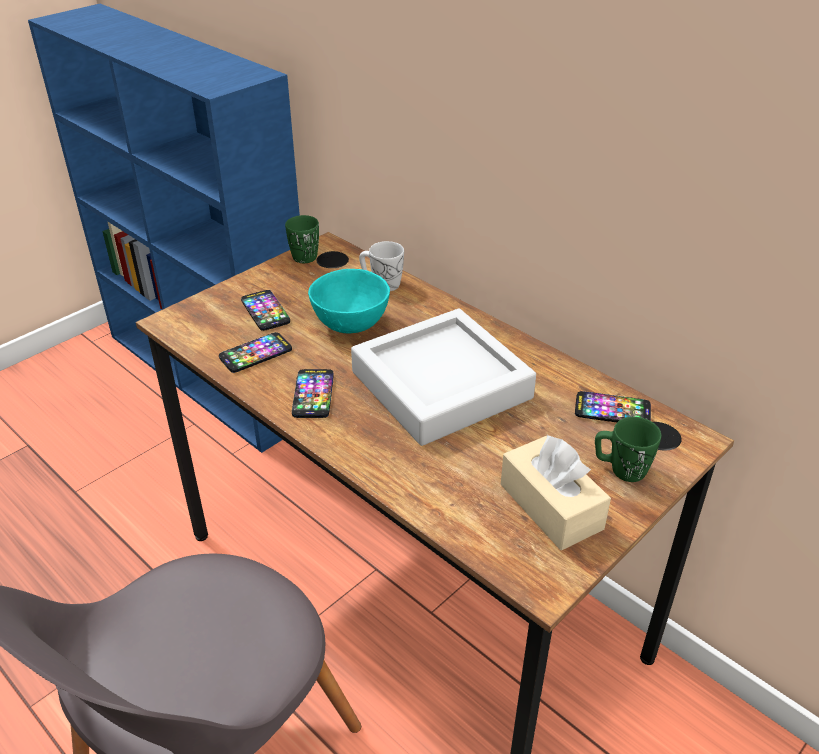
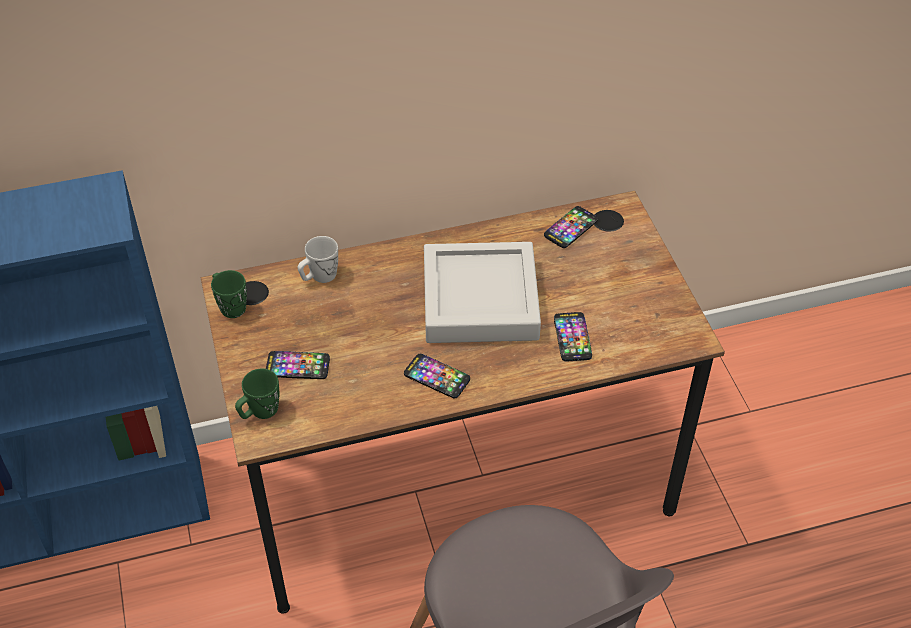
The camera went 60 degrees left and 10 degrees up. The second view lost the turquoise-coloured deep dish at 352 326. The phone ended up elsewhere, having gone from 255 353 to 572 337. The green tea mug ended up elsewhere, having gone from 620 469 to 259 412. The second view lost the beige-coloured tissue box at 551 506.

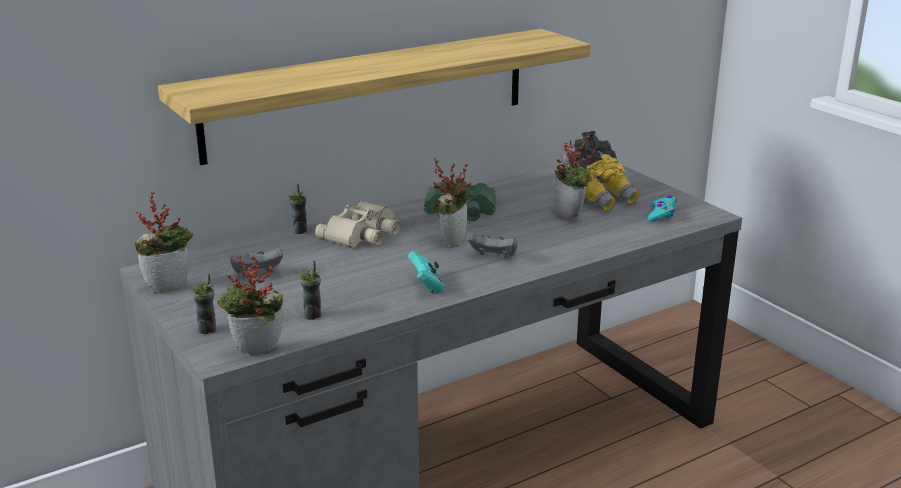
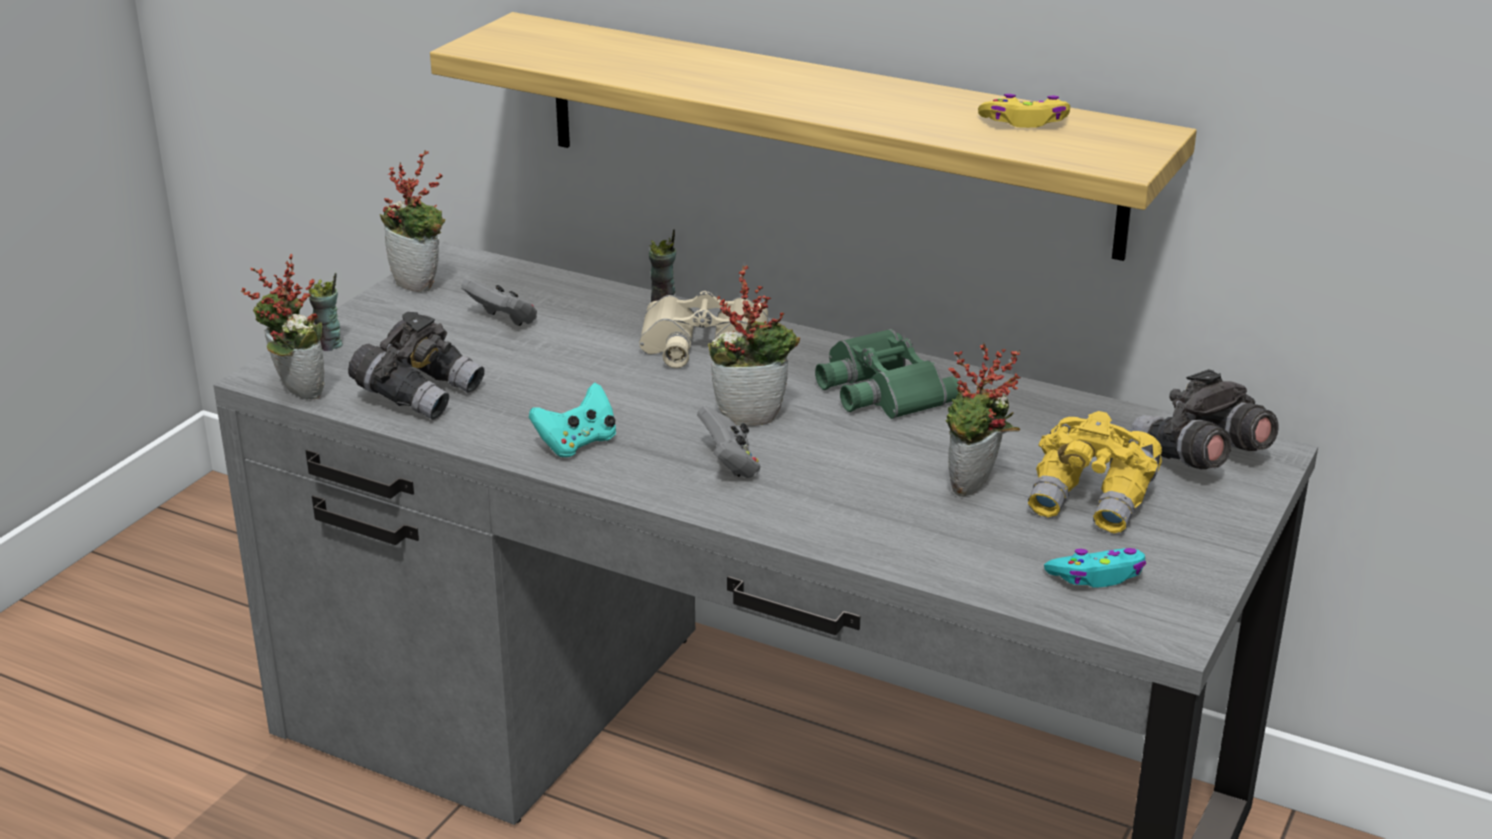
The camera went 60 degrees right and 5 degrees up. Where the cup stood at 313 315, the grey field glasses came to stand at 419 394. The second view gained the yellow-coloured gamepad at 1025 122.

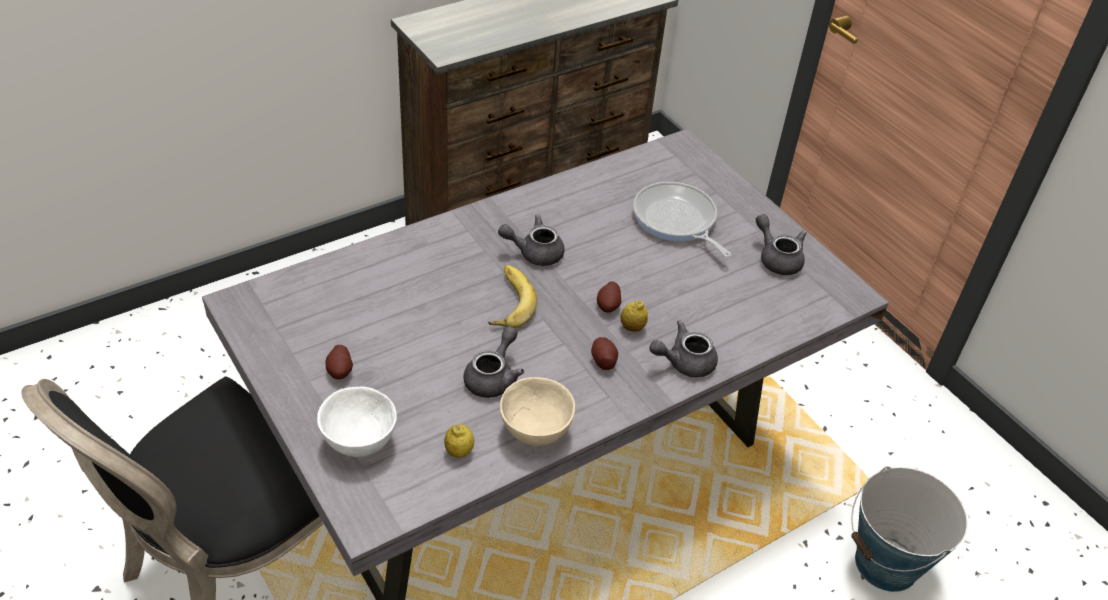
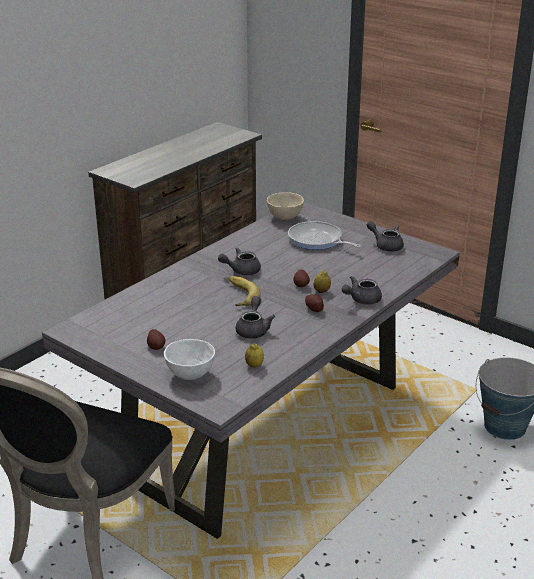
The camera went 15 degrees left and 15 degrees down. The beige-coloured deep dish ended up elsewhere, having gone from 535 432 to 285 218.

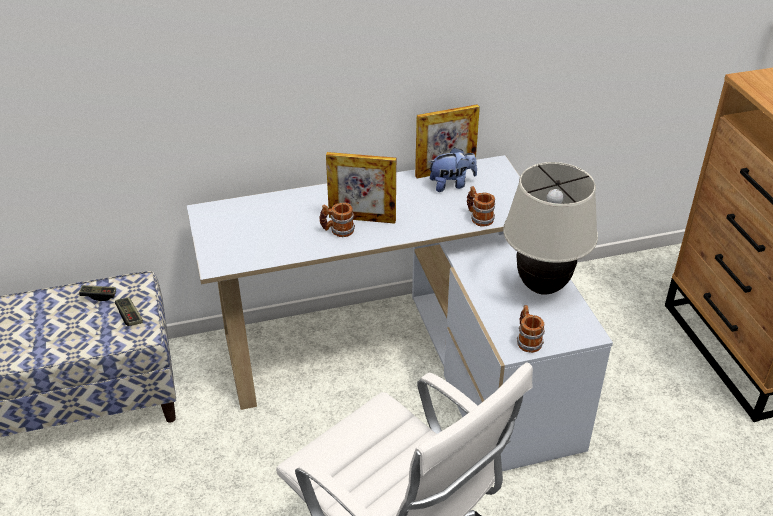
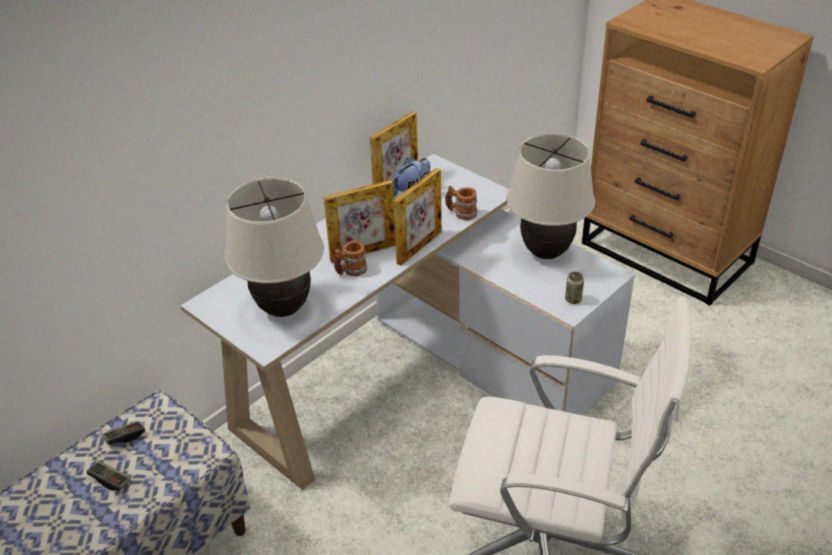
The camera went 30 degrees left and 0 degrees up. The gamepad ended up elsewhere, having gone from 129 316 to 110 480. Where the tea mug stood at 527 340, the sealed can came to stand at 573 299. The second view gained the photo frame at 419 247. The second view gained the beige-coloured tabletop lamp at 284 309.

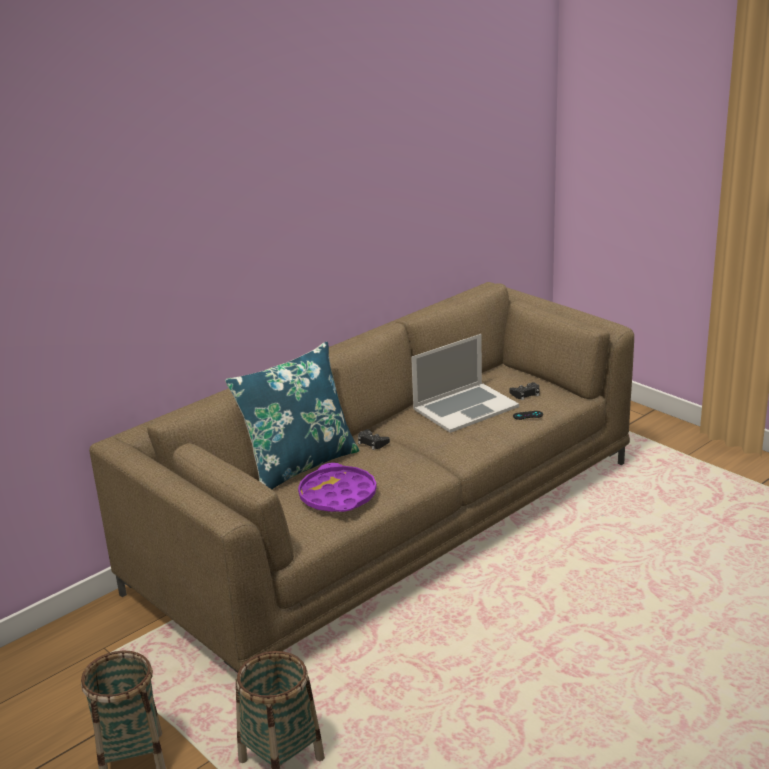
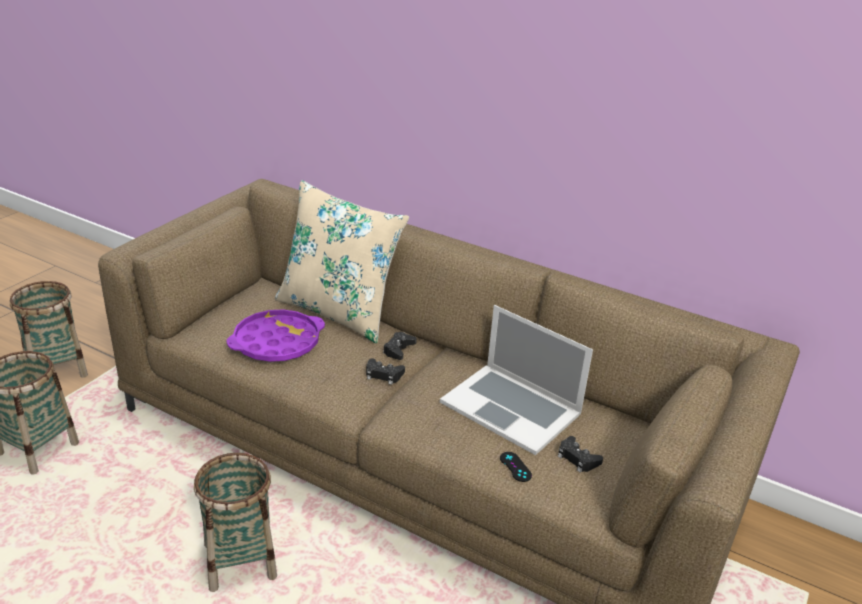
The camera went 70 degrees right and 5 degrees up. What was the bluish pillow at 299 465 turned into the beige-coloured pillow at 338 311. The second view gained the black gamepad at 383 375. The second view gained the household basket at 240 561.

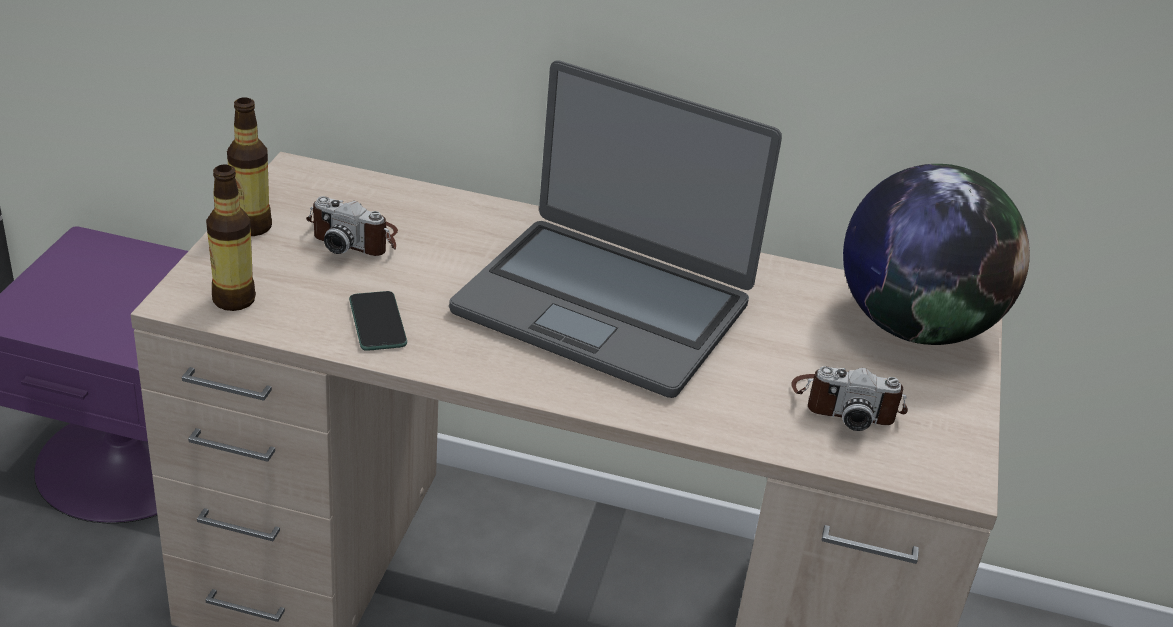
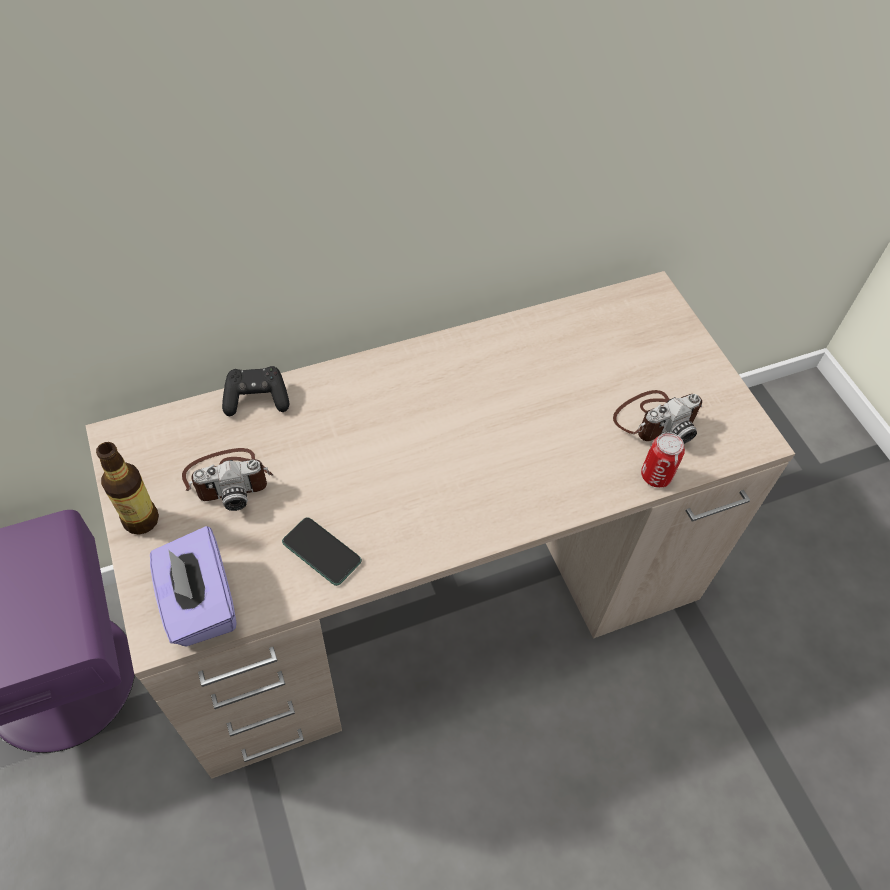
The camera went 35 degrees left and 20 degrees up. The second view lost the notebook computer at 604 306. Where the drink bottle stood at 234 300, the purplish tissue box came to stand at 199 603. The second view lost the world globe at 914 326. The second view gained the black gamepad at 257 398. The second view gained the sealed can at 656 476.

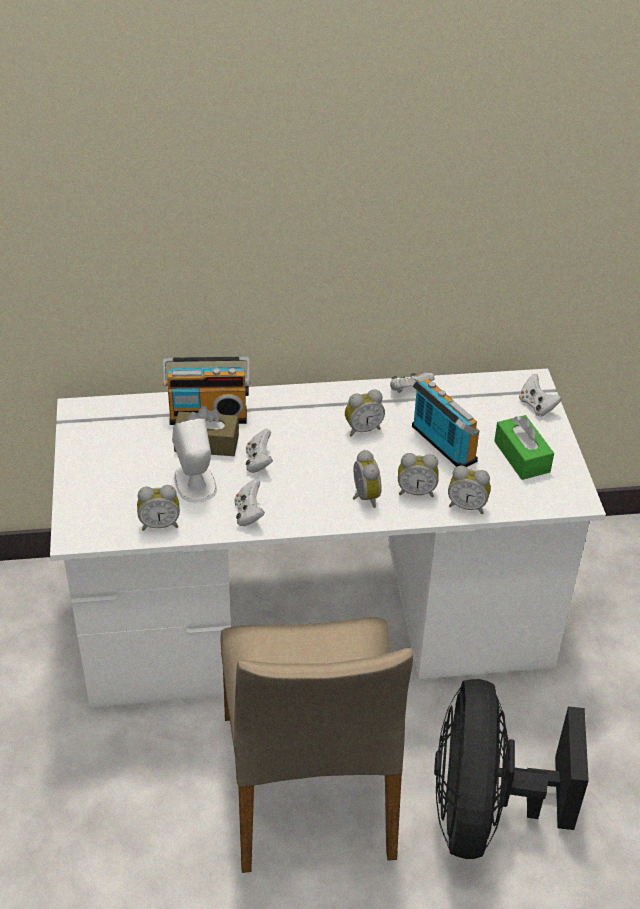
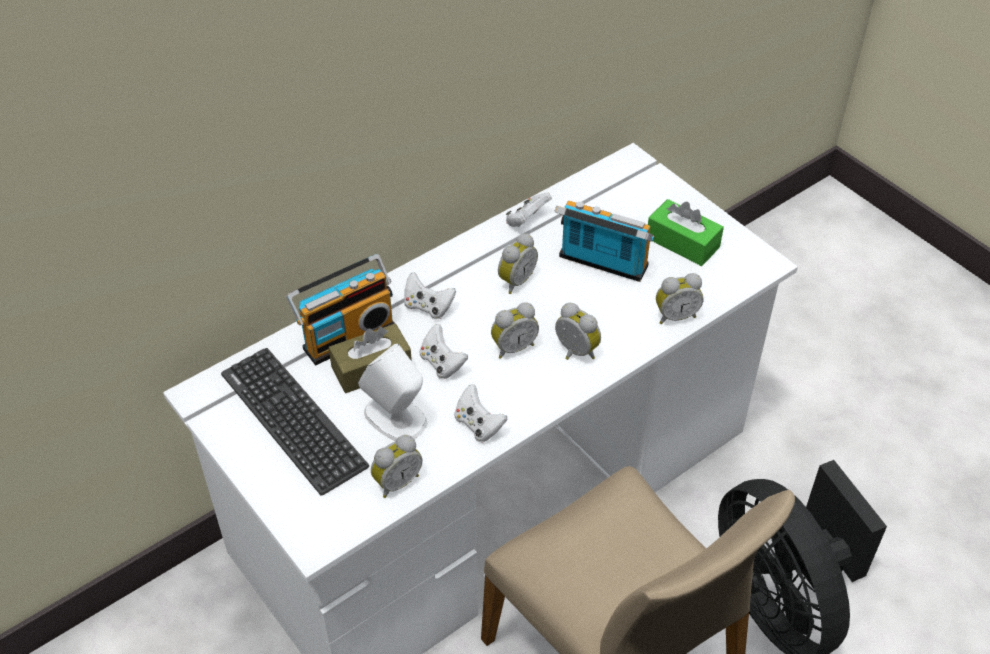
The camera went 30 degrees left and 5 degrees up. The whitish gamepad ended up elsewhere, having gone from 536 406 to 428 307. The bedside clock ended up elsewhere, having gone from 416 491 to 513 347. The second view gained the keyboard at 293 420.

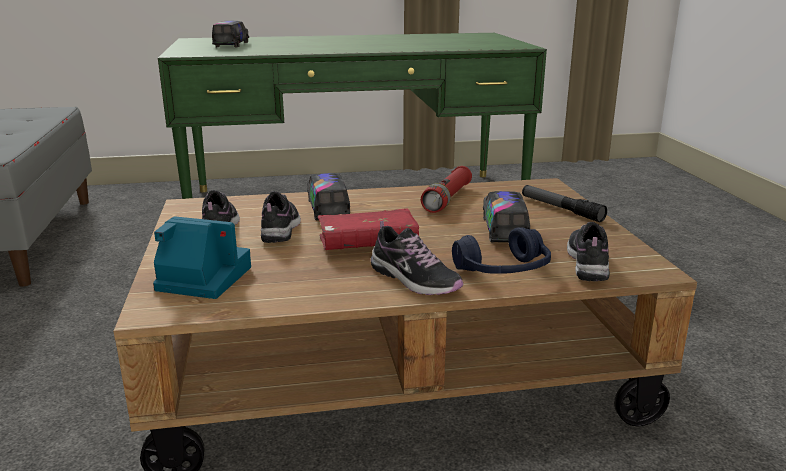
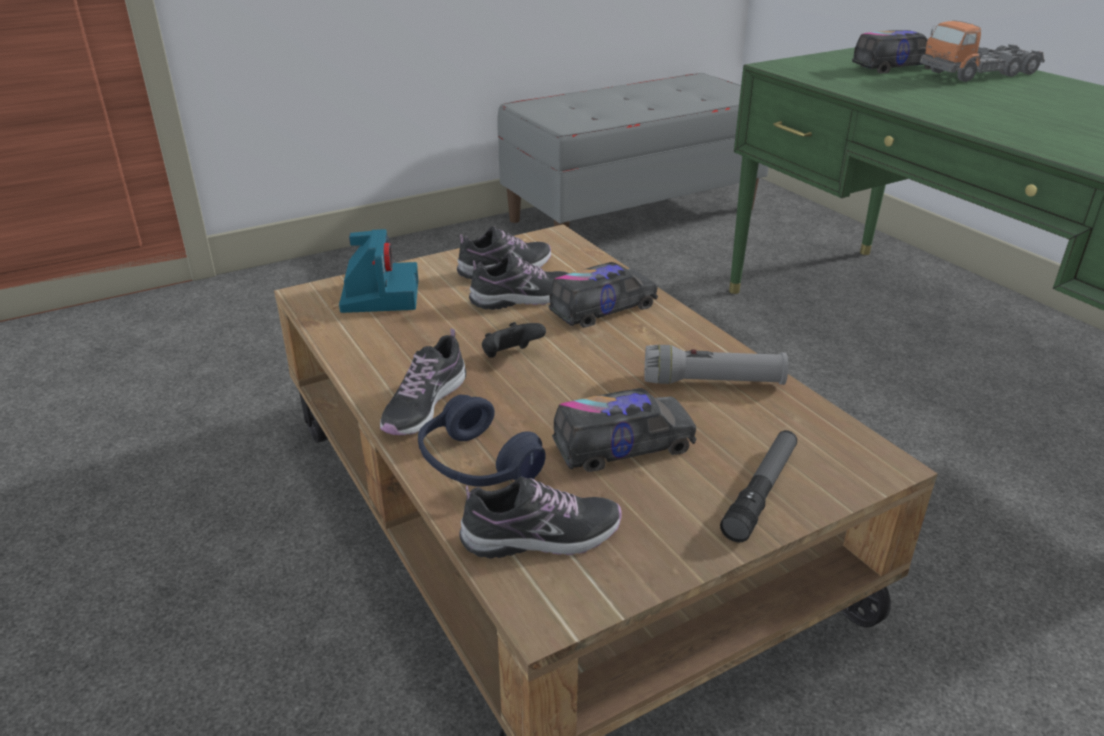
The camera went 70 degrees right and 10 degrees up. What was the red-coloured torch at 447 199 turned into the grey torch at 712 382. Where the red-coloured book stood at 368 244, the black gamepad came to stand at 510 357. The second view gained the toy truck at 979 74.

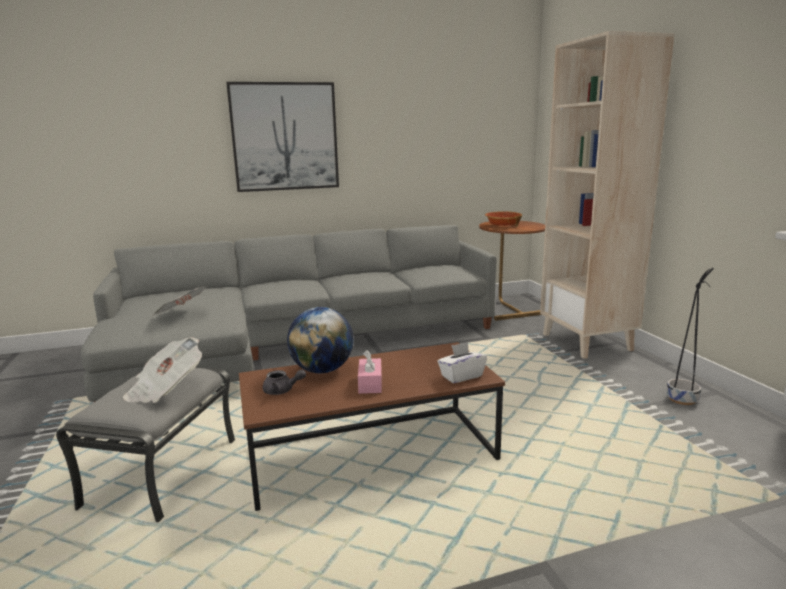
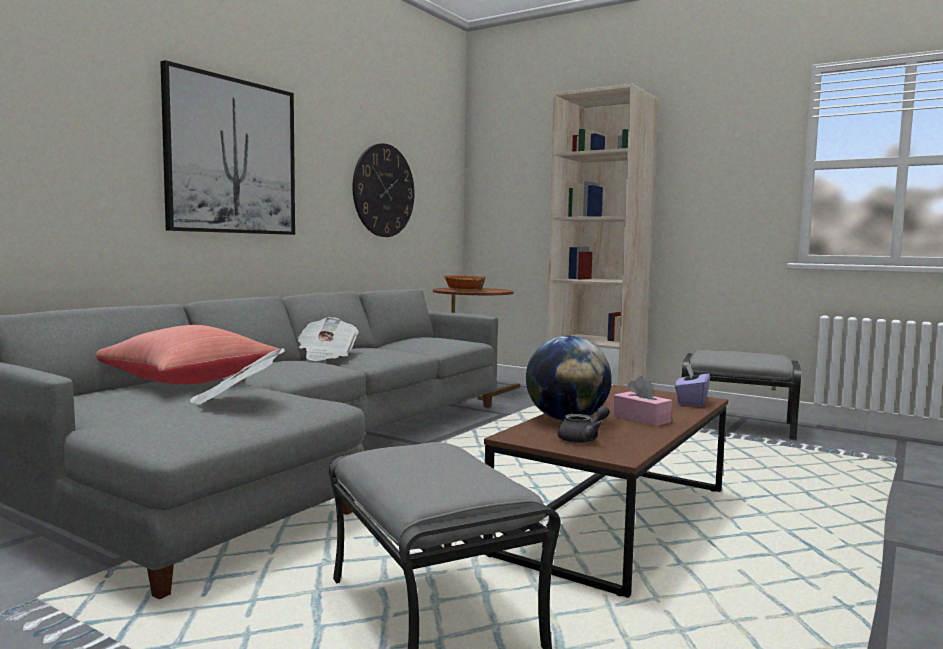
The camera went 40 degrees left and 10 degrees down. Where the black planter stood at 683 399, the grey ottoman came to stand at 737 425. The printed paper ended up elsewhere, having gone from 165 389 to 326 356. What was the whitish tissue box at 461 376 turned into the purplish tissue box at 691 402. The second view gained the clock on the wall at 383 190. The second view gained the red-coloured pillow at 187 382.

